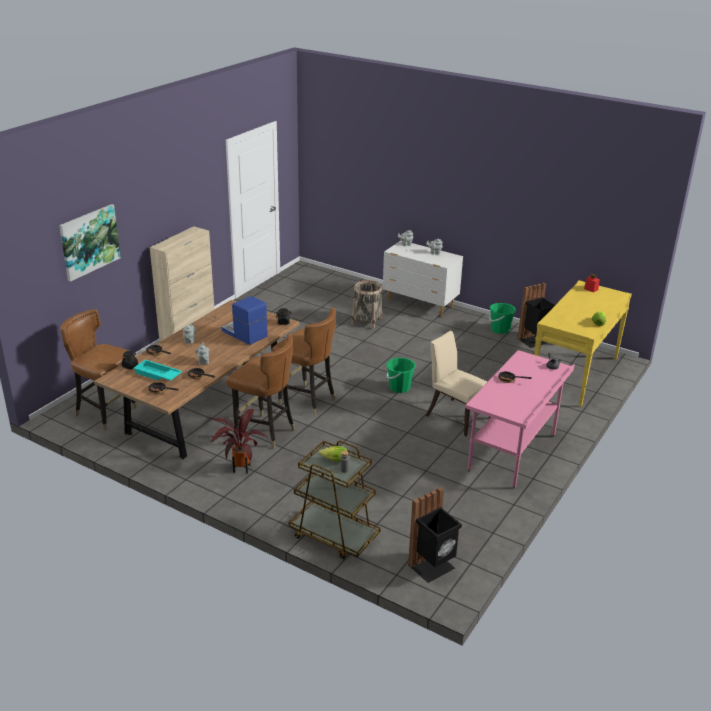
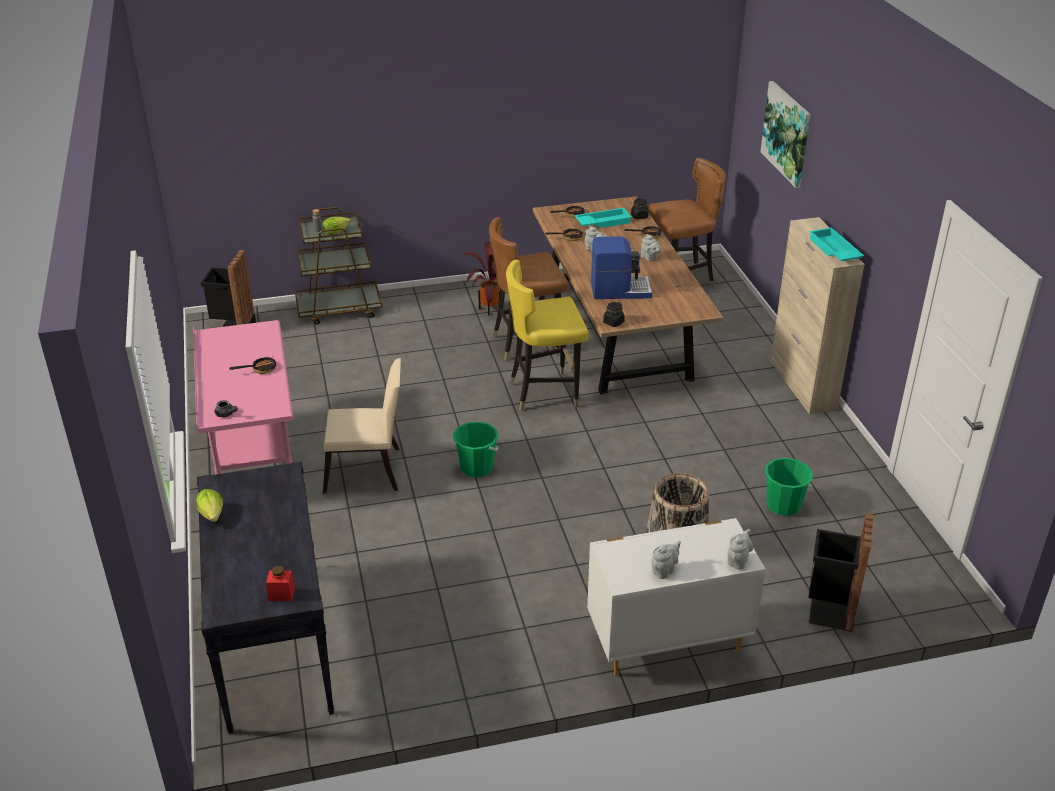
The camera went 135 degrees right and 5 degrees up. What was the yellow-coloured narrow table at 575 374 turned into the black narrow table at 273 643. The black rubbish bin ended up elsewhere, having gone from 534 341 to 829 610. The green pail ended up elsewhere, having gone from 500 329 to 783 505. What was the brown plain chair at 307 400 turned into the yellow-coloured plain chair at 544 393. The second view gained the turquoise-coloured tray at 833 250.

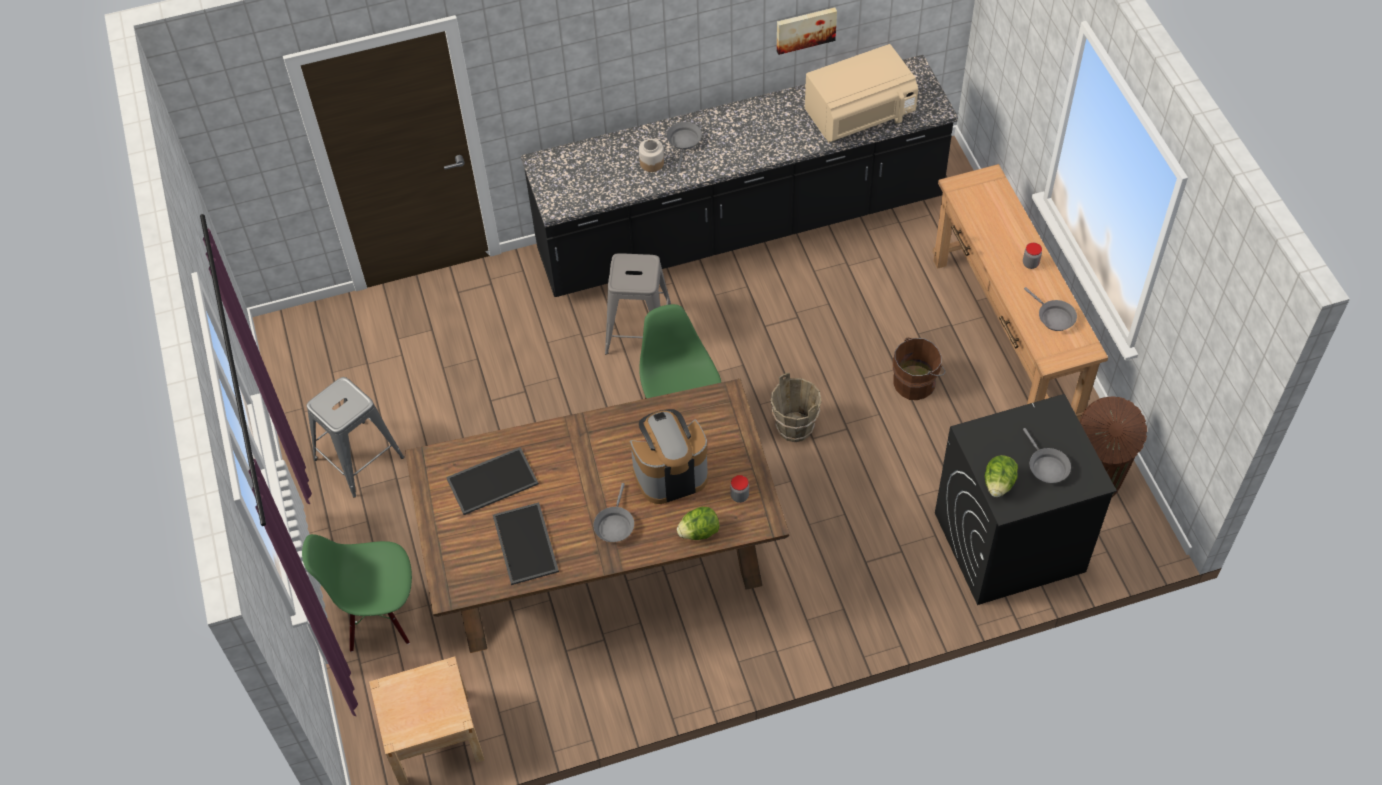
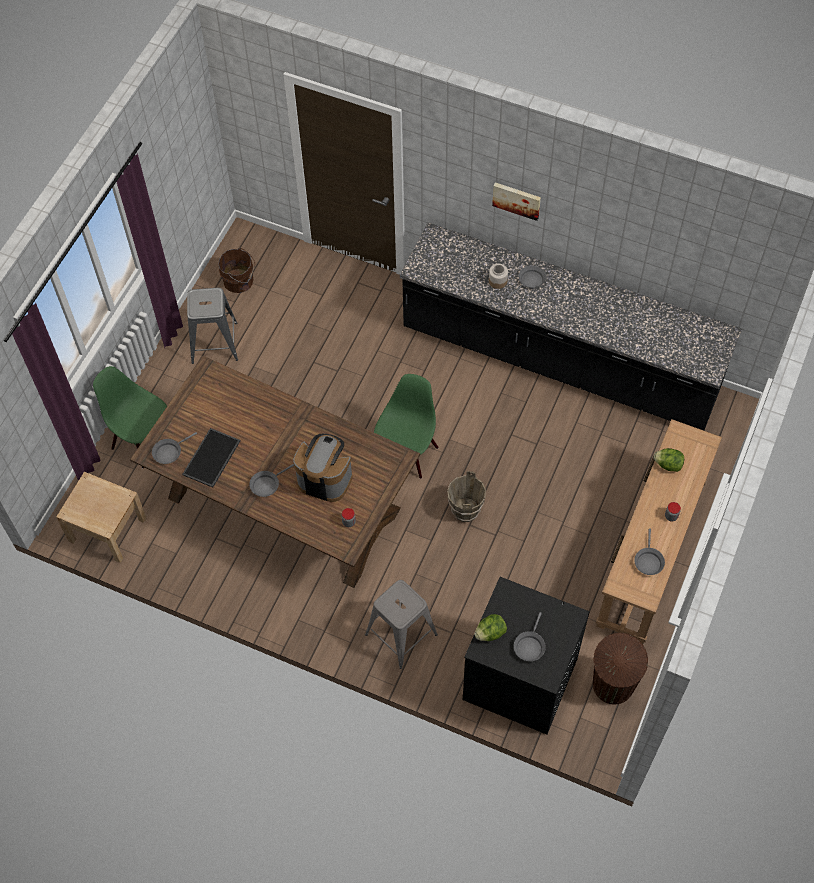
The camera went 40 degrees right and 5 degrees up. The picture ended up elsewhere, having gone from 805 29 to 517 200. The second view lost the beige-coloured kitchen microwave at 859 116. The grey stool ended up elsewhere, having gone from 638 331 to 401 634. The brown pail ended up elsewhere, having gone from 916 382 to 239 281. The second view lost the tray at 492 480. The lettuce ended up elsewhere, having gone from 699 532 to 668 465. The second view gained the grey frying pan at 169 452.

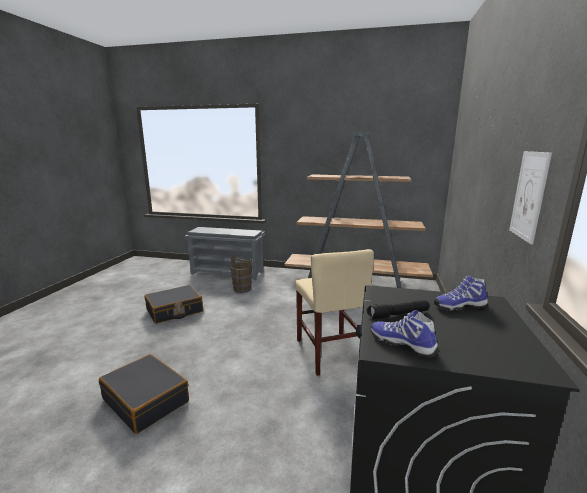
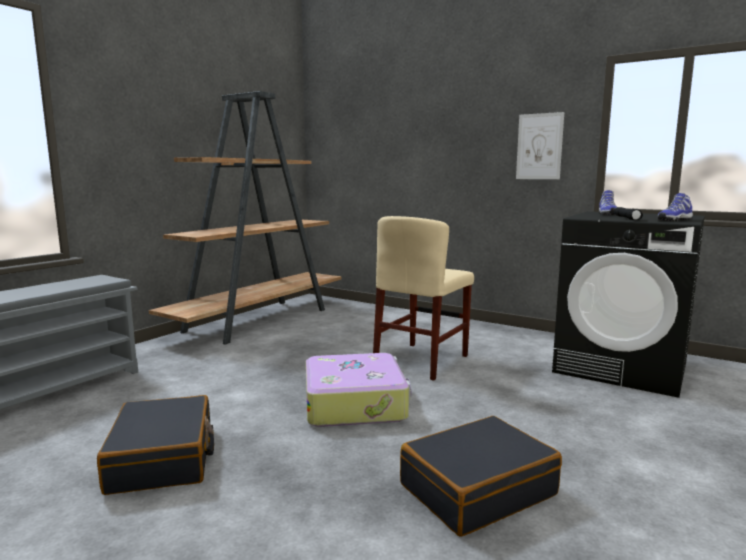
The camera went 70 degrees left and 5 degrees down. The beige-coloured plain chair at 330 352 ended up facing another way, 120 degrees clockwise from before. The second view lost the brown pail at 242 289. The second view gained the travel case at 355 403.

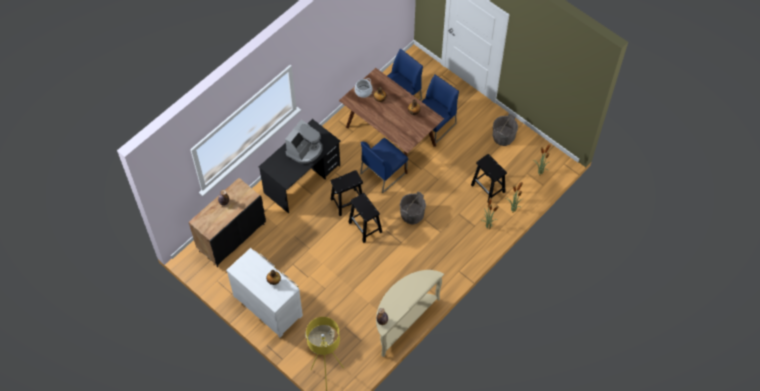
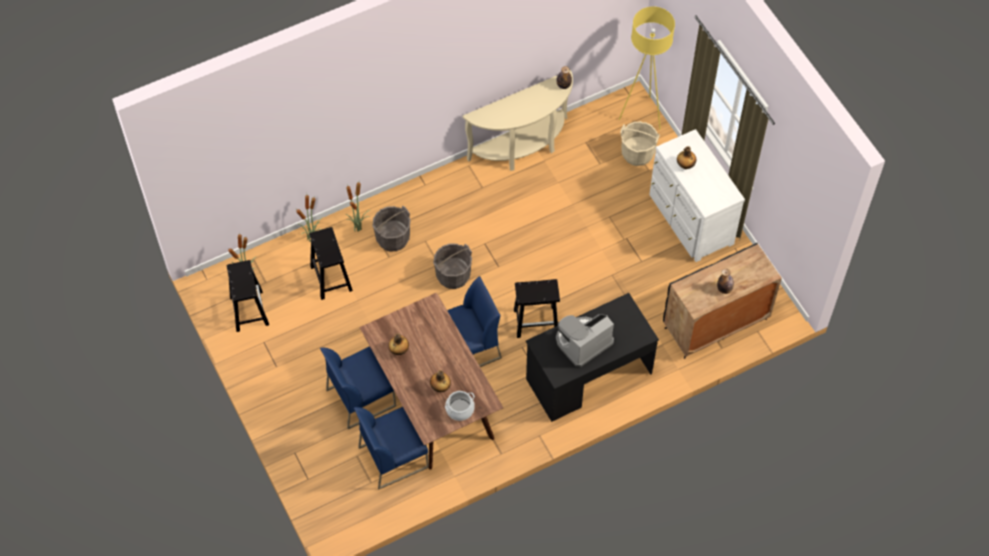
The camera went 160 degrees left and 0 degrees up. The grey pail ended up elsewhere, having gone from 503 137 to 393 238. The black stool ended up elsewhere, having gone from 365 227 to 249 310.

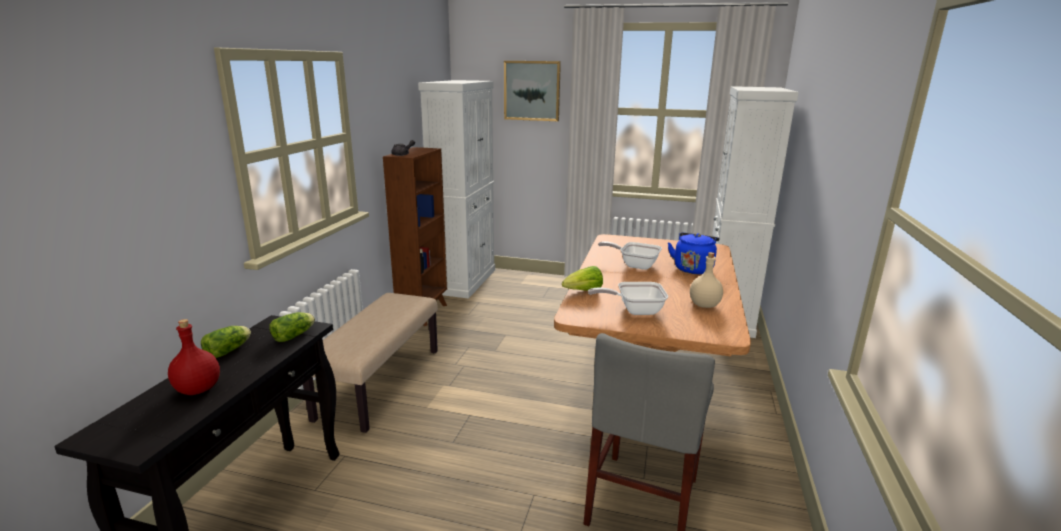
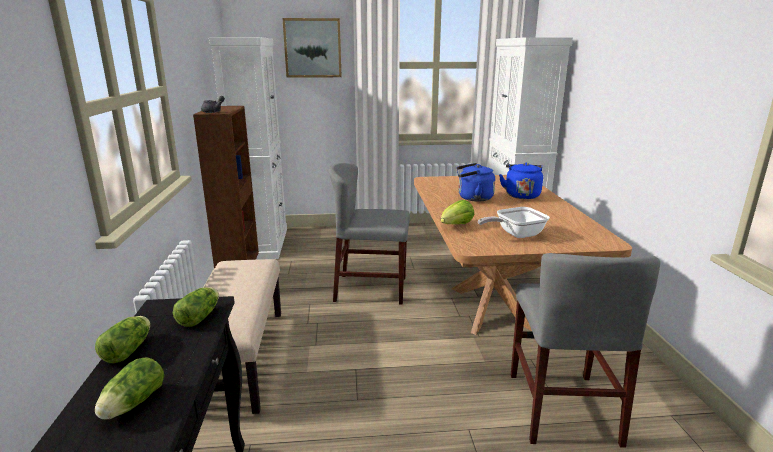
The camera went 20 degrees left and 0 degrees up. Where the frying pan stood at 635 265, the bluish tea kettle came to stand at 473 198. The second view lost the beige-coloured drink bottle at 704 305. Where the red-coloured drink bottle stood at 199 389, the lettuce came to stand at 131 405. The second view gained the grey plain chair at 371 289.

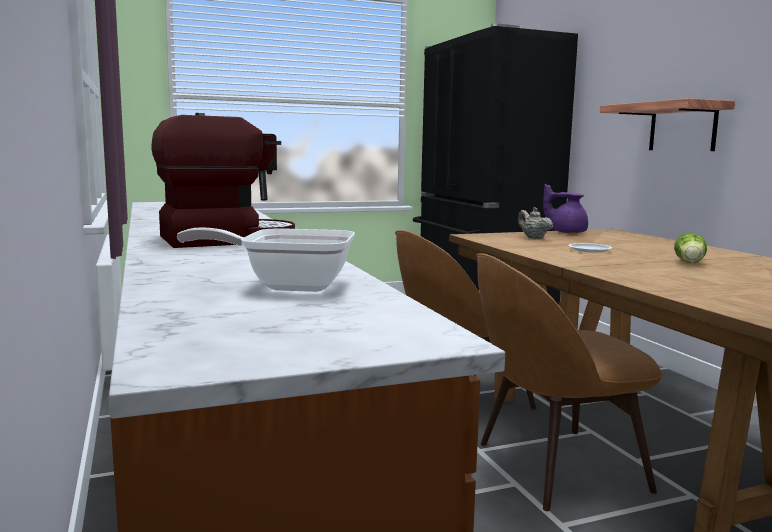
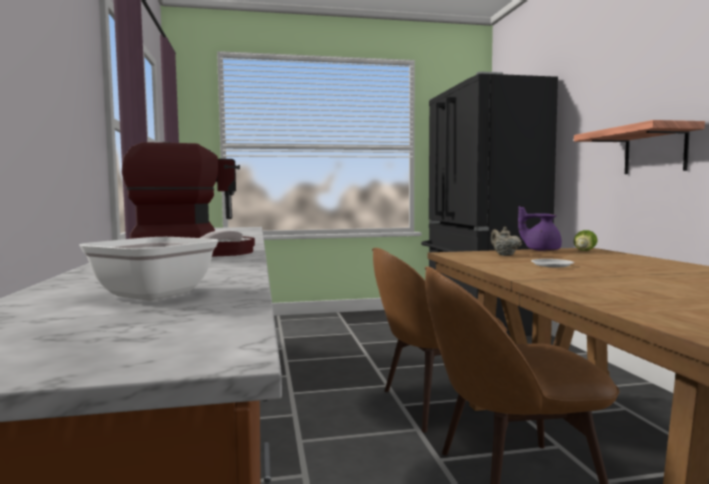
The camera went 10 degrees right and 5 degrees down. The frying pan at 287 286 ended up facing another way, 105 degrees clockwise from before. The lettuce ended up elsewhere, having gone from 689 263 to 584 251.

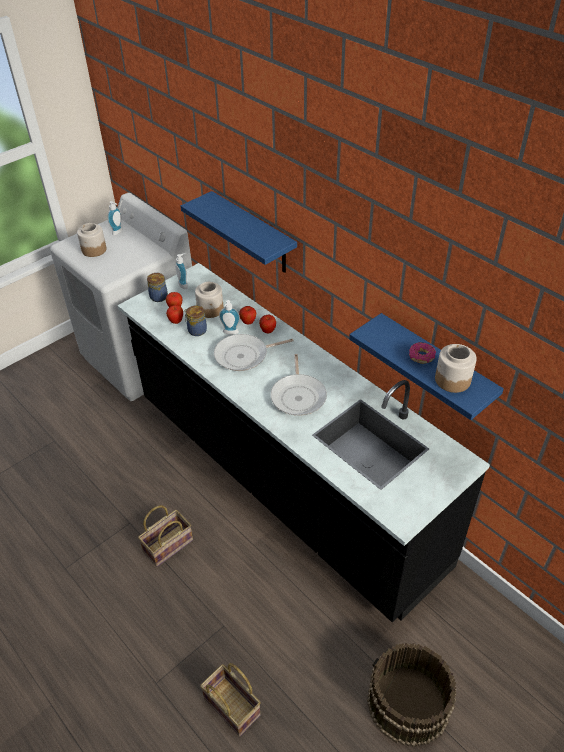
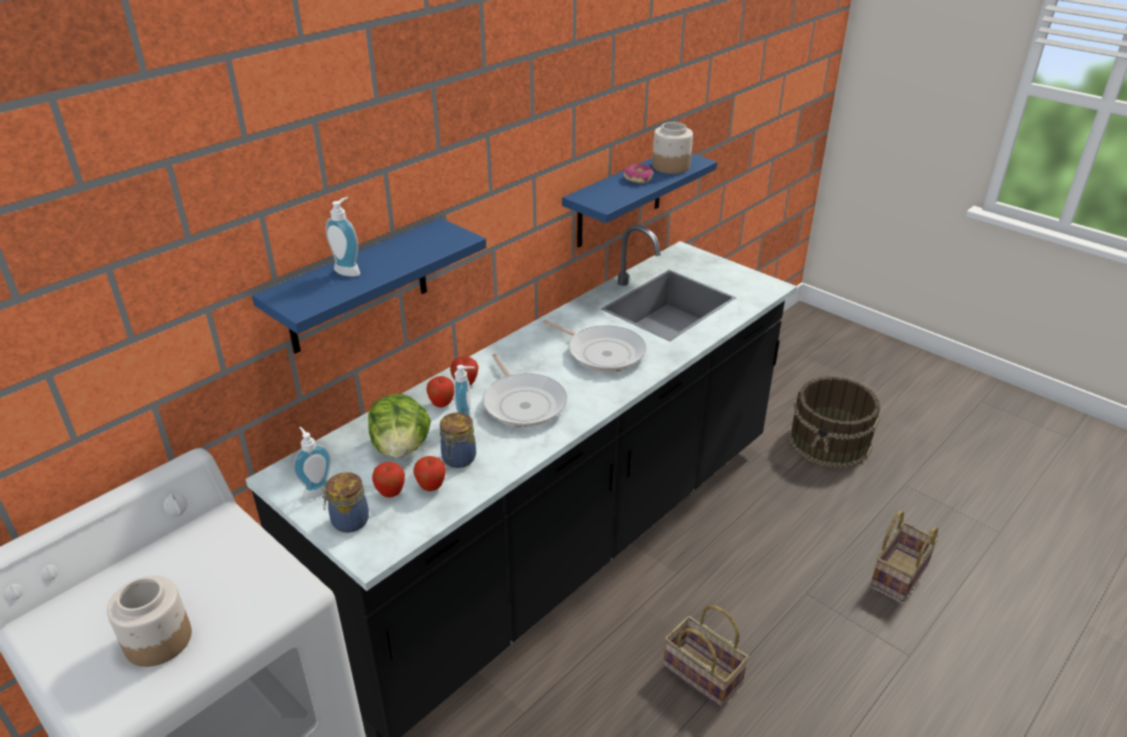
The camera went 95 degrees left and 10 degrees down. The liquid soap bottle ended up elsewhere, having gone from 118 232 to 349 270. Where the storage jar stood at 210 309, the lettuce came to stand at 401 448. The frying pan at 298 396 ended up facing another way, 45 degrees clockwise from before.

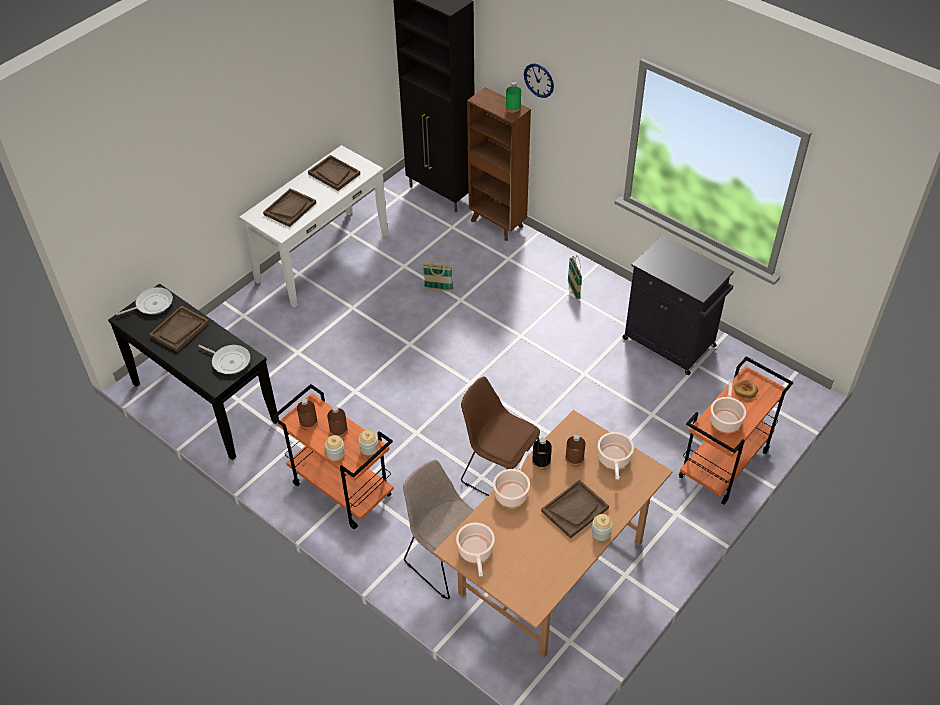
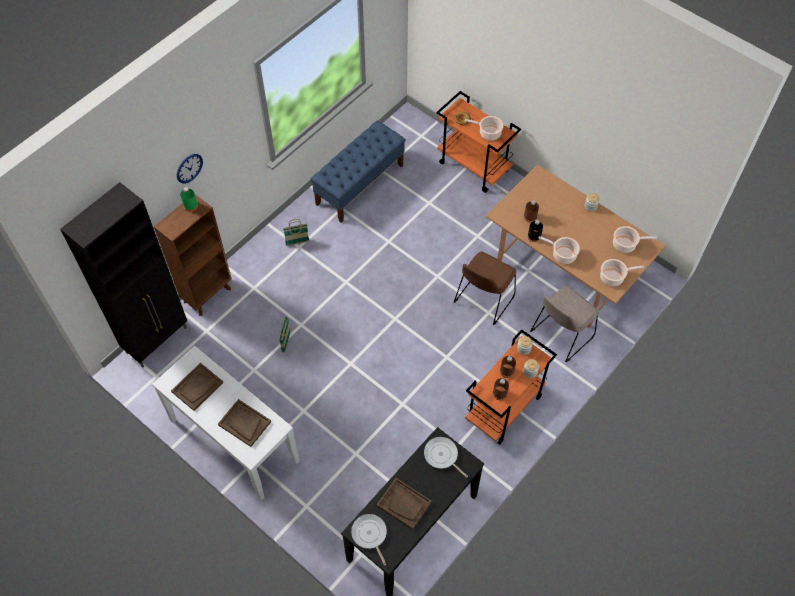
The camera went 90 degrees left and 10 degrees up. Where the black cabinet stood at 670 343, the bluish long seat came to stand at 360 184. The frying pan at 229 361 ended up facing another way, 75 degrees counterclockwise from before. The cooking pot ended up elsewhere, having gone from 614 460 to 625 244. The second view lost the brown tray at 574 509.

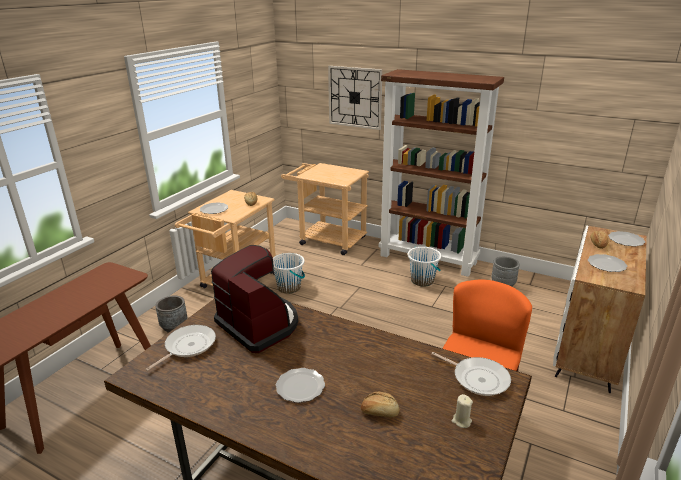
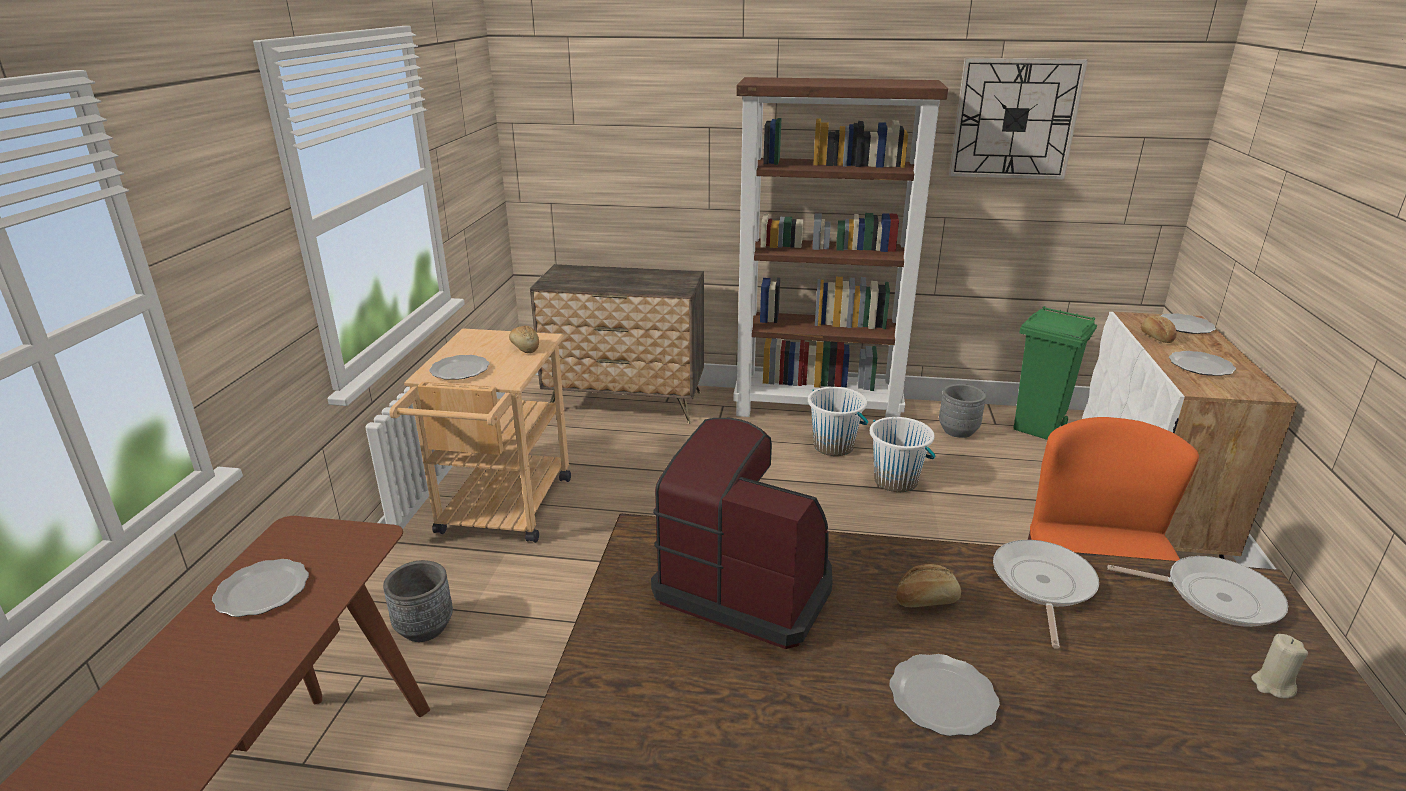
The camera went 20 degrees left and 0 degrees up. The clock on the wall ended up elsewhere, having gone from 355 97 to 1015 119. Where the beige-coloured cart stood at 327 239, the dresser came to stand at 626 402. The whitish pail ended up elsewhere, having gone from 289 287 to 896 481. The frying pan ended up elsewhere, having gone from 188 346 to 1042 585. The baked bread ended up elsewhere, having gone from 380 412 to 926 599. The second view gained the green rubbish bin at 1038 429. The second view gained the plate at 263 590.

